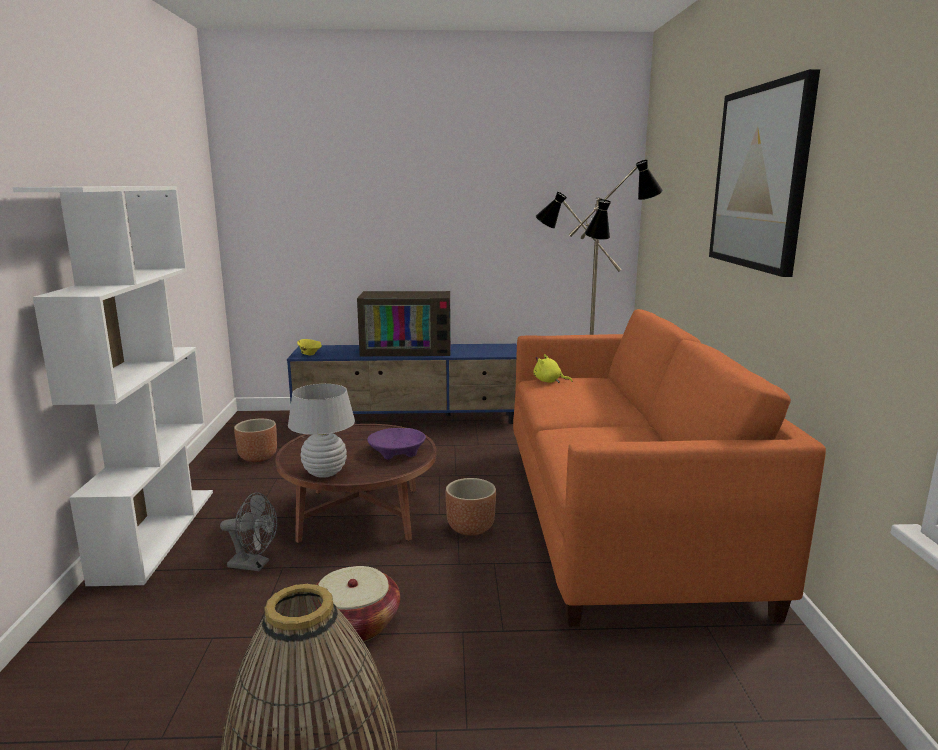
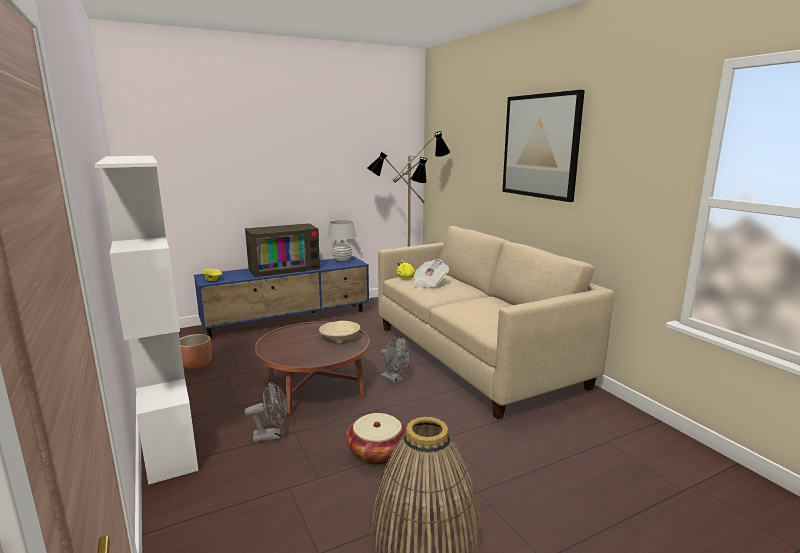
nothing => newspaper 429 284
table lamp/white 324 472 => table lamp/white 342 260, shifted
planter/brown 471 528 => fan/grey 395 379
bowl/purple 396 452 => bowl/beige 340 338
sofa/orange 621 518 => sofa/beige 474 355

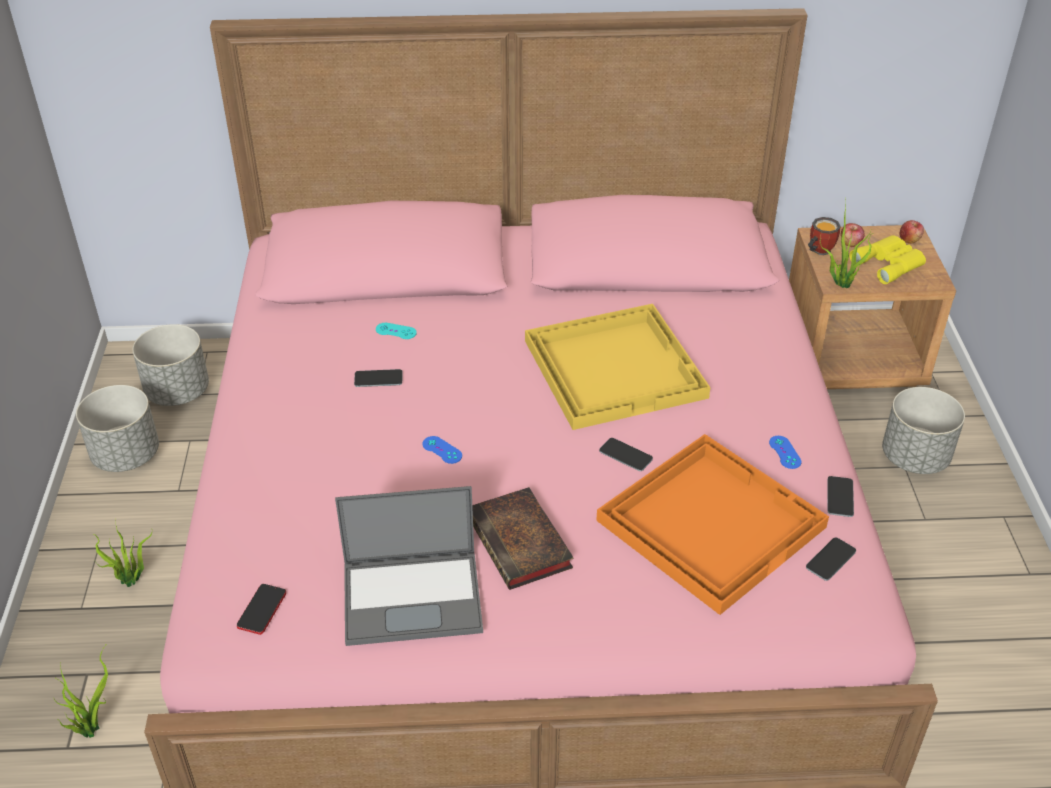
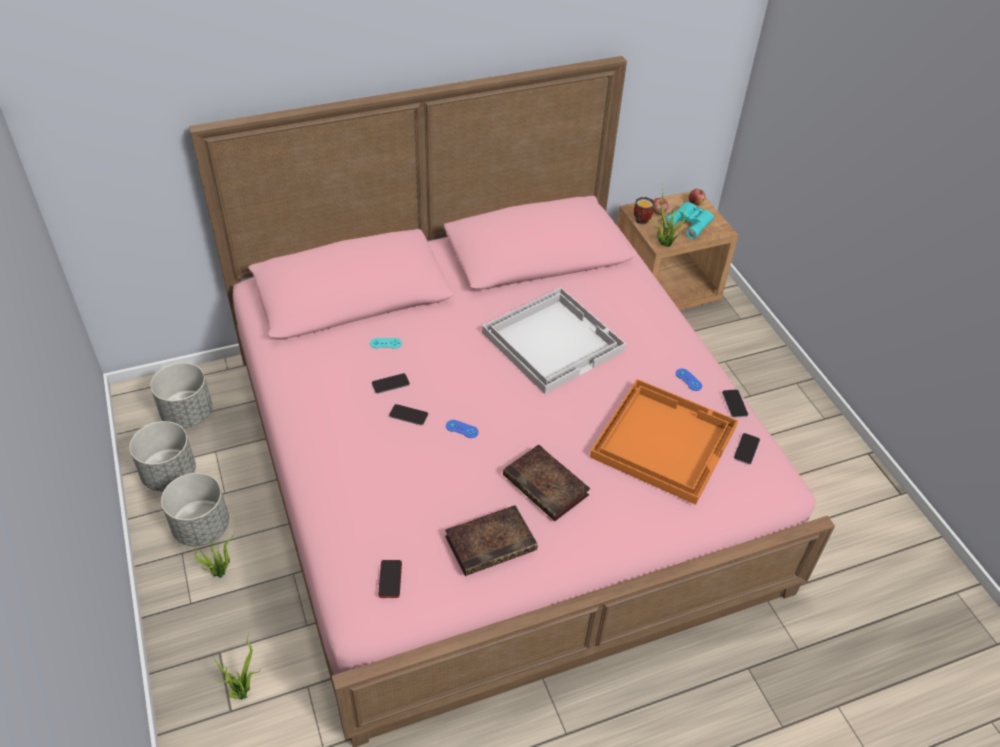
phone 625 455 => phone 408 415, shifted
planter/grey 915 457 => planter/grey 202 527, shifted
laptop 414 596 => book 492 542
tray/yellow 615 367 => tray/white 553 340
binoculars/yellow 890 263 => binoculars/turquoise 690 223

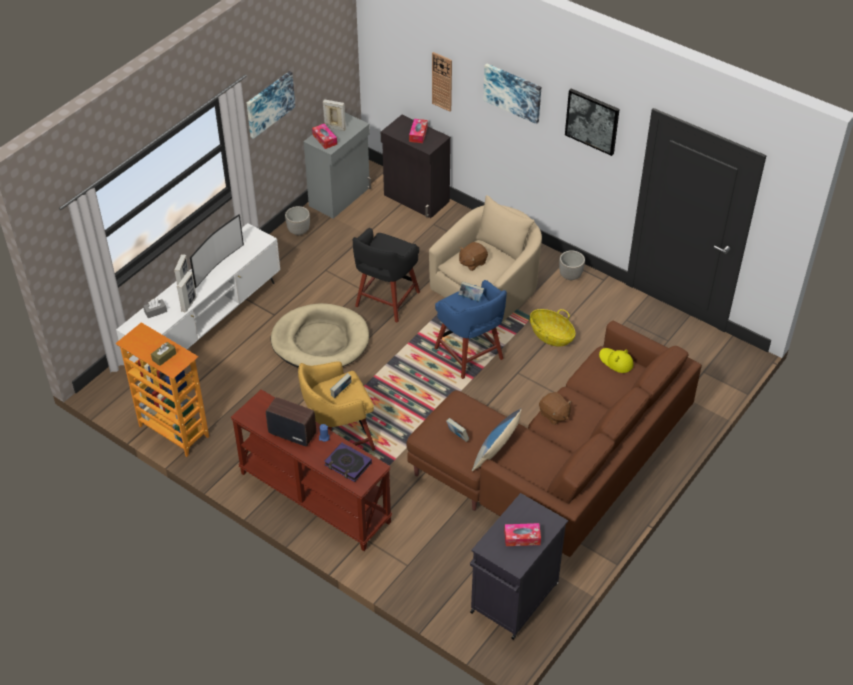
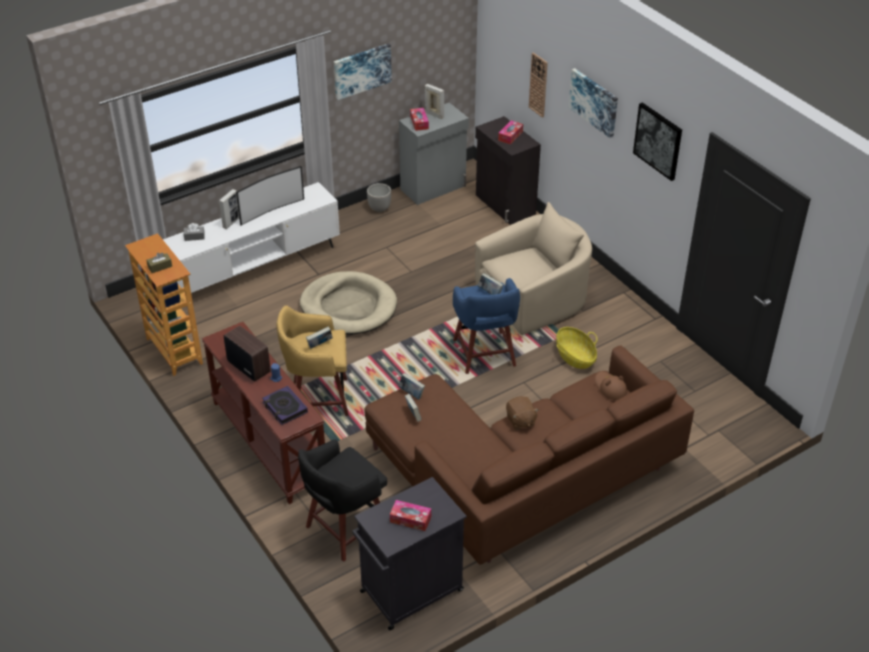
picture frame 189 304 => nothing
plush toy/brown 472 262 => nothing
pillow 496 450 => nothing
planter 570 276 => nothing
nothing => book 411 393
stool/black 386 300 => stool/black 345 529, shifted
hat/yellow 616 361 => hat/brown 610 387

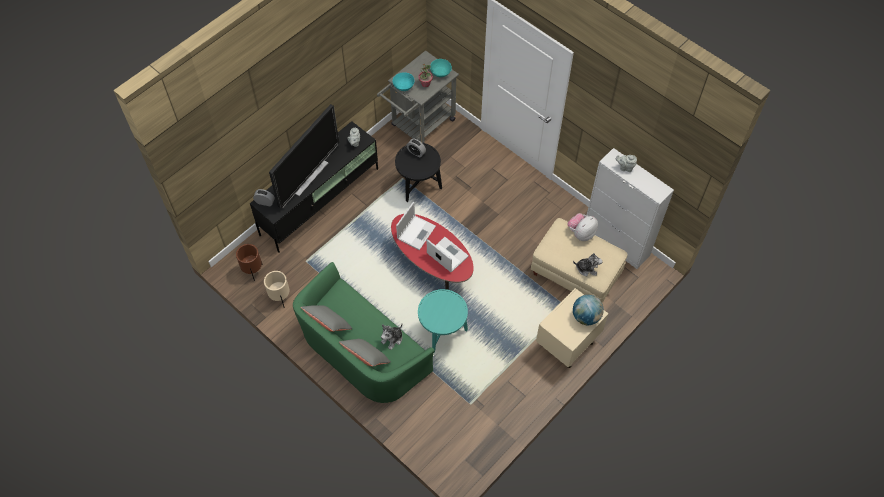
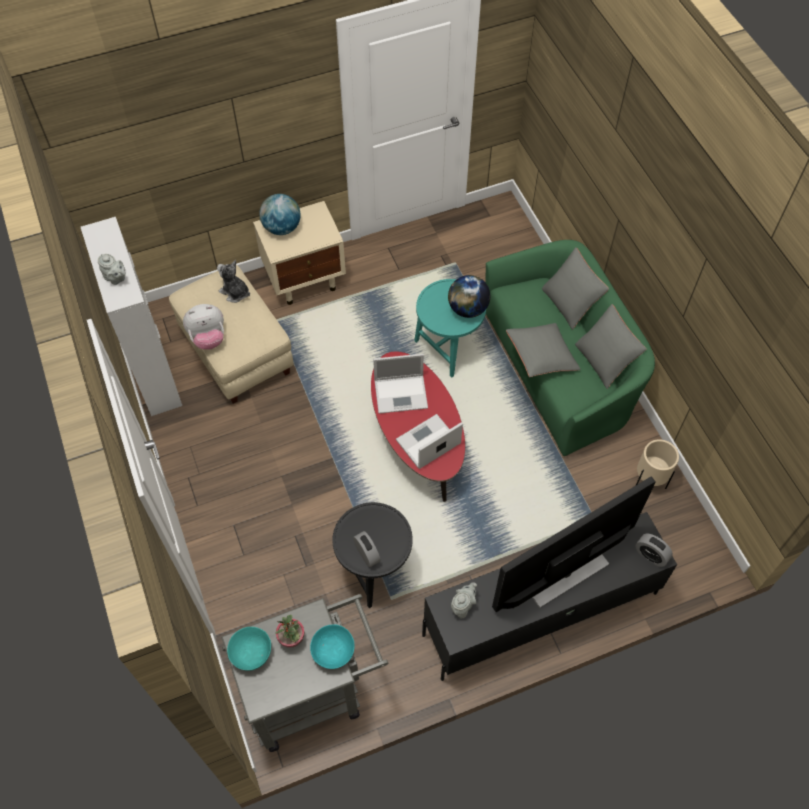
planter/brown 253 271 => nothing
plush toy 392 339 => nothing
nothing => globe 467 309
nothing => pillow/grey 541 356
laptop 446 254 => laptop 402 393, 75 degrees counterclockwise

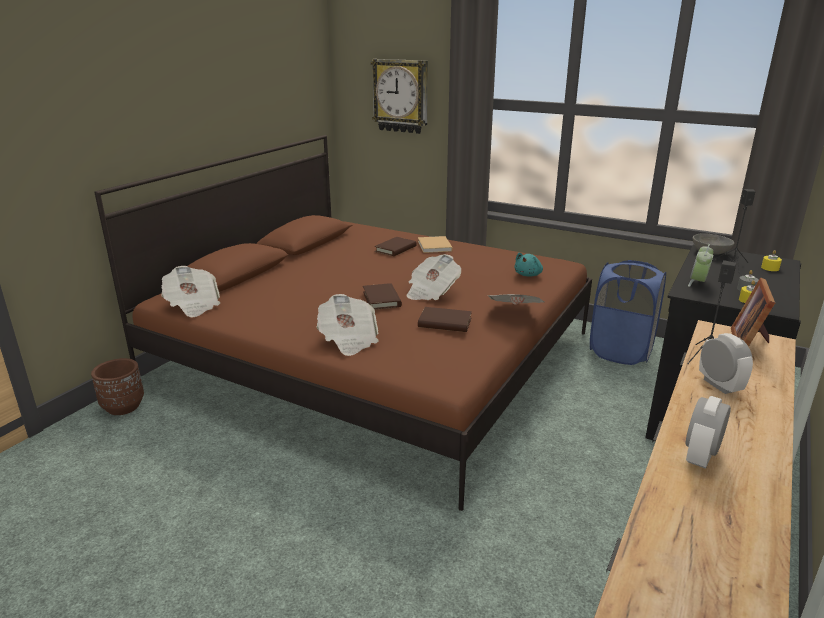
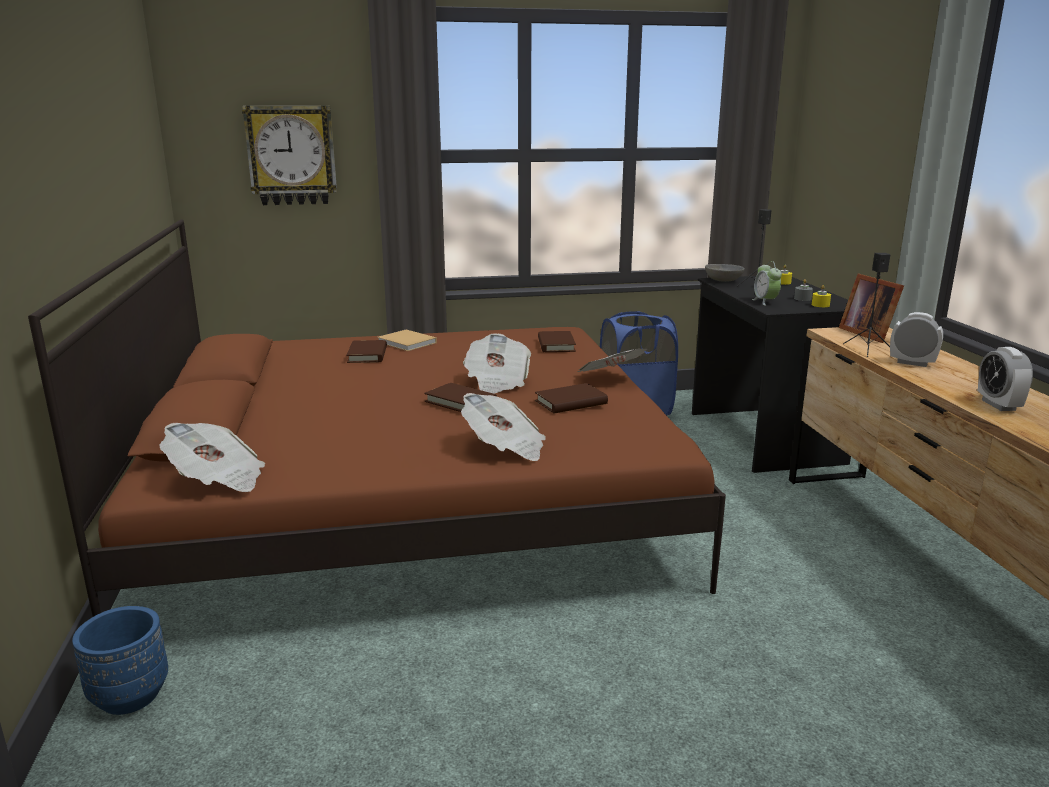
plush toy/turquoise 528 275 => book/brown 556 345
planter/brown 123 407 => planter/blue 130 696

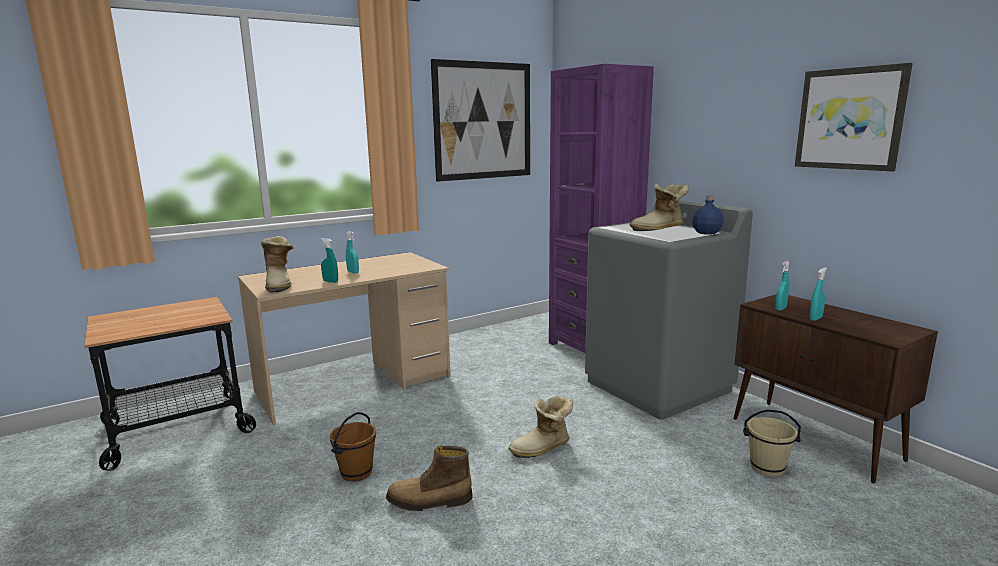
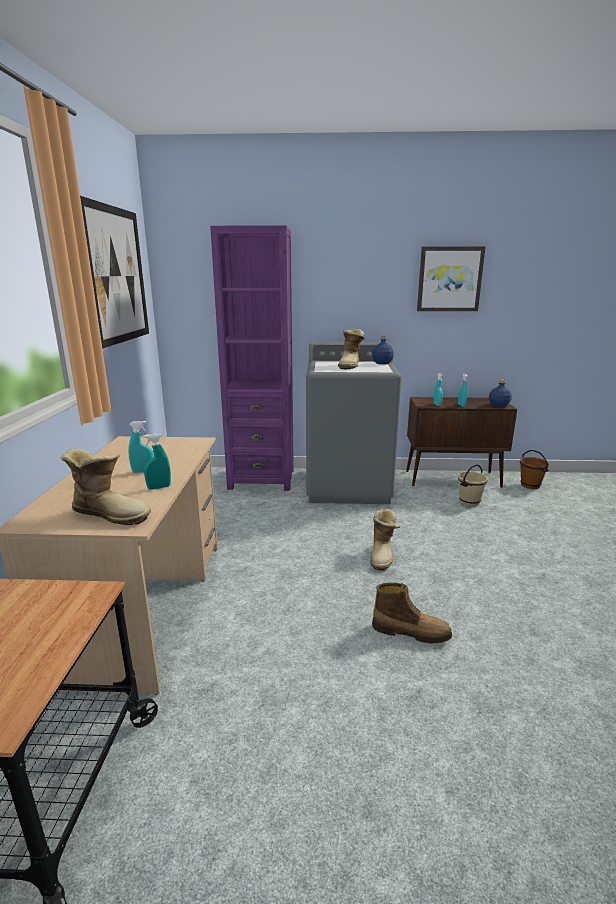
nothing => bottle/blue 498 405
bucket/brown 356 472 => bucket/brown 530 485, shifted
boot 429 502 => boot 411 631, 105 degrees counterclockwise

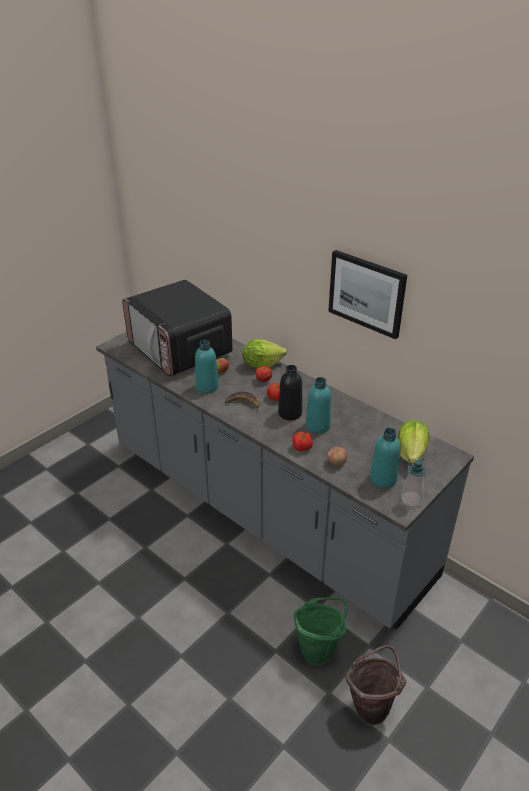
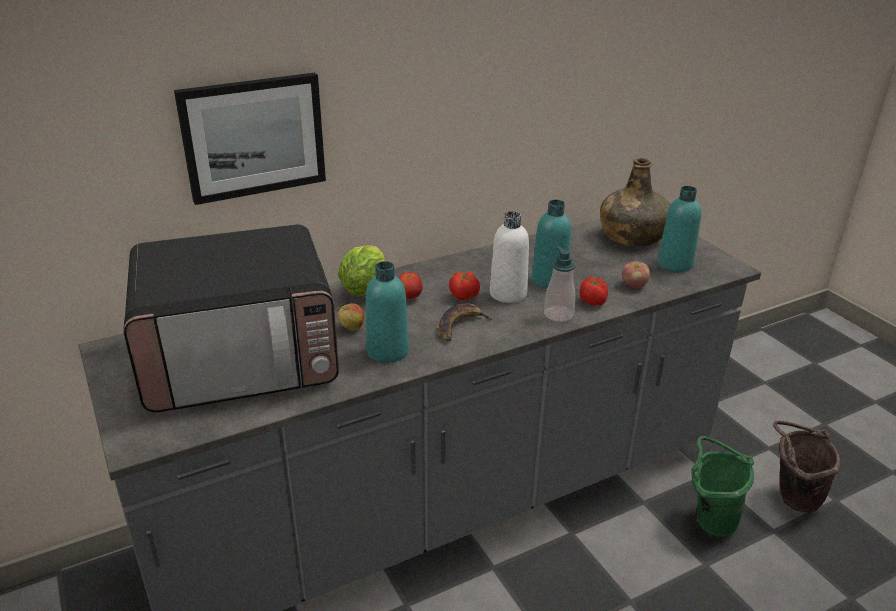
picture 367 293 => picture 253 137, shifted
soap dispenser 411 499 => soap dispenser 558 314, shifted
lettuce 411 453 => bottle/green 632 236
bottle/black 290 413 => bottle/white 508 294

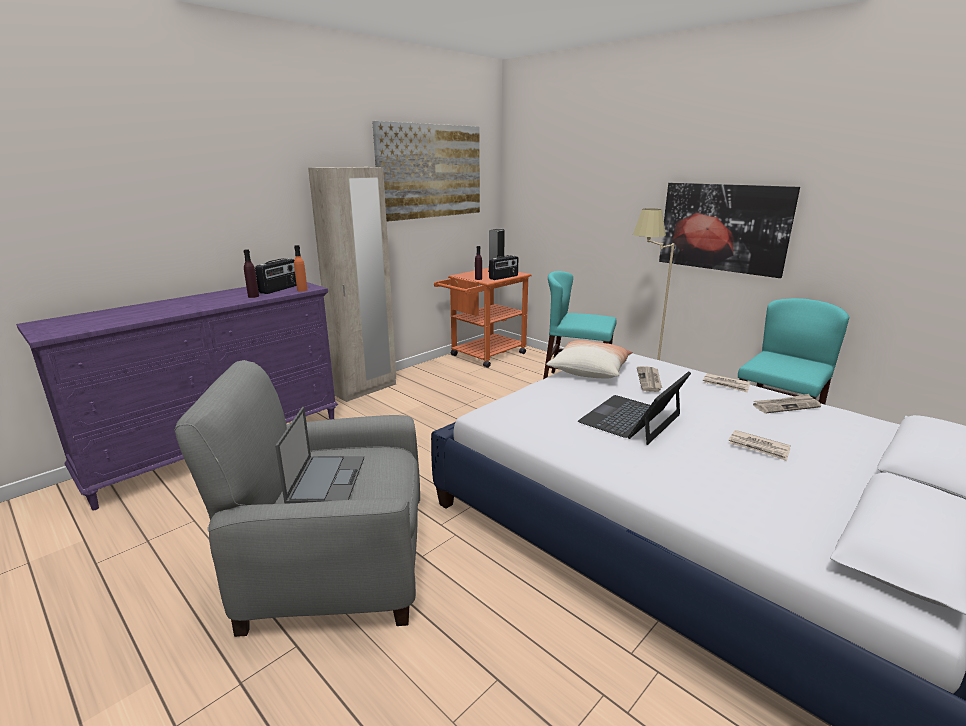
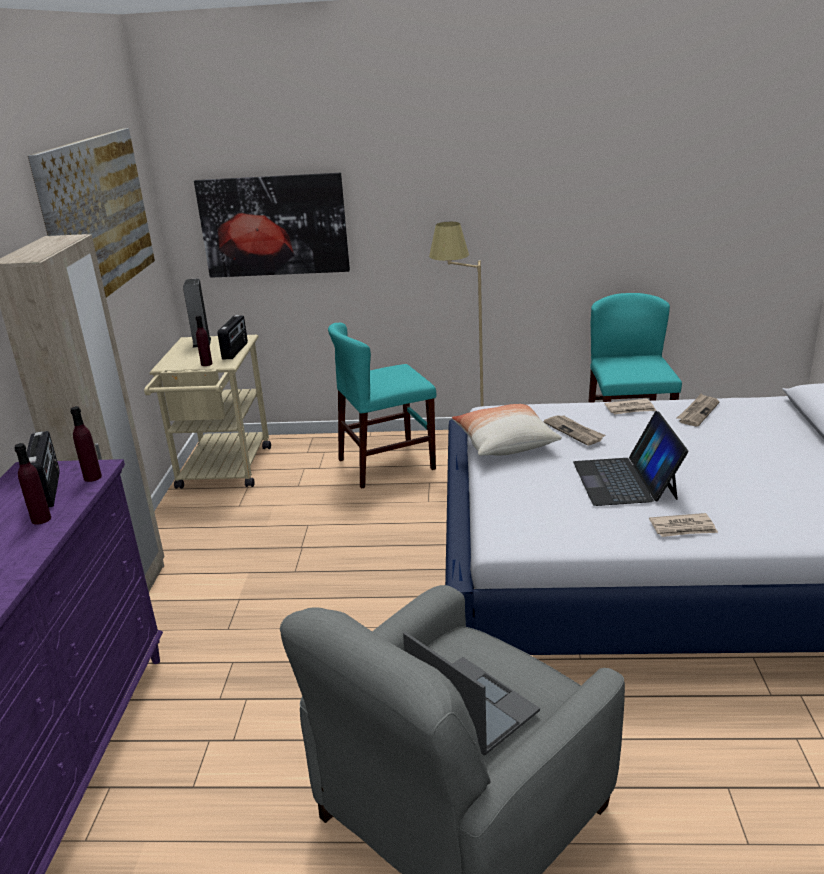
picture 723 227 => picture 274 225, shifted
newspaper 759 447 => newspaper 683 528, shifted
bottle/orange 302 290 => bottle/purple 92 477
cart/orange 483 356 => cart/beige 223 472

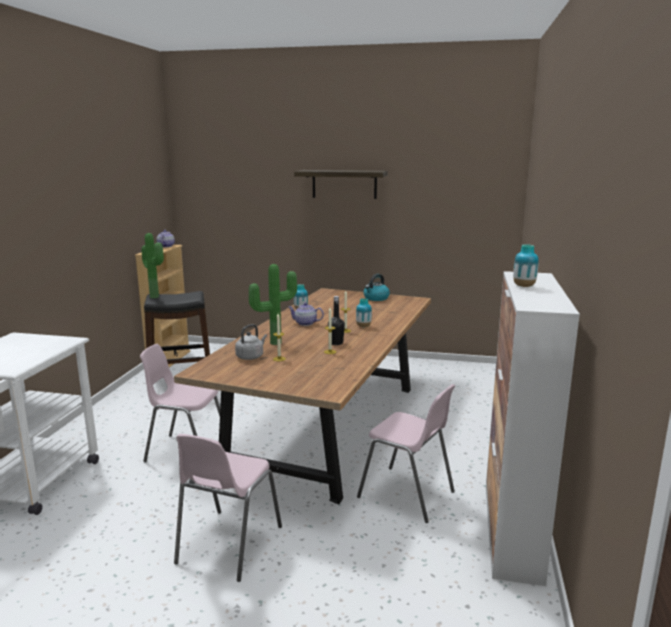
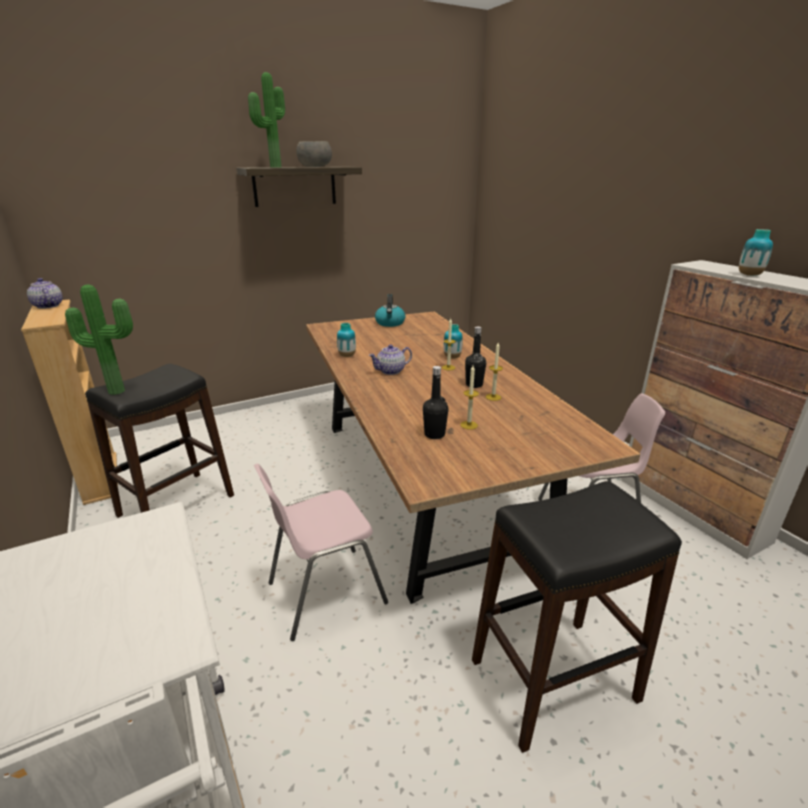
nothing => bowl/grey 314 166
potted plant 274 342 => potted plant 273 167, shifted
chair/pink 228 545 => stool/black 553 681
kettle/grey 251 356 => bottle/black 434 434

